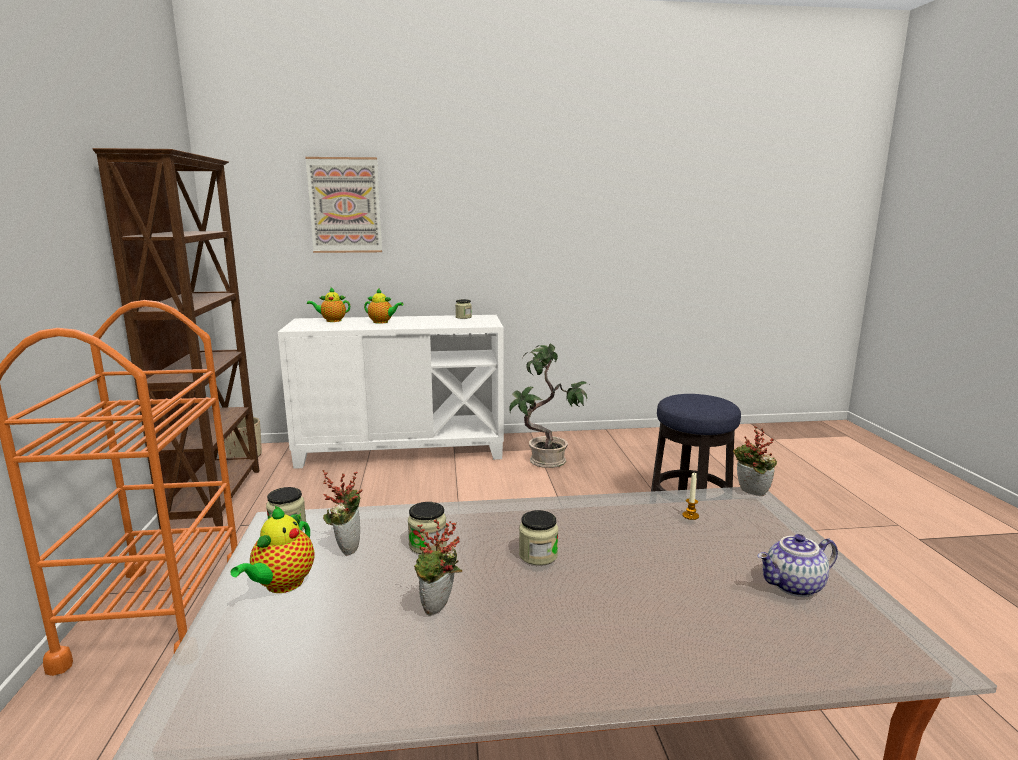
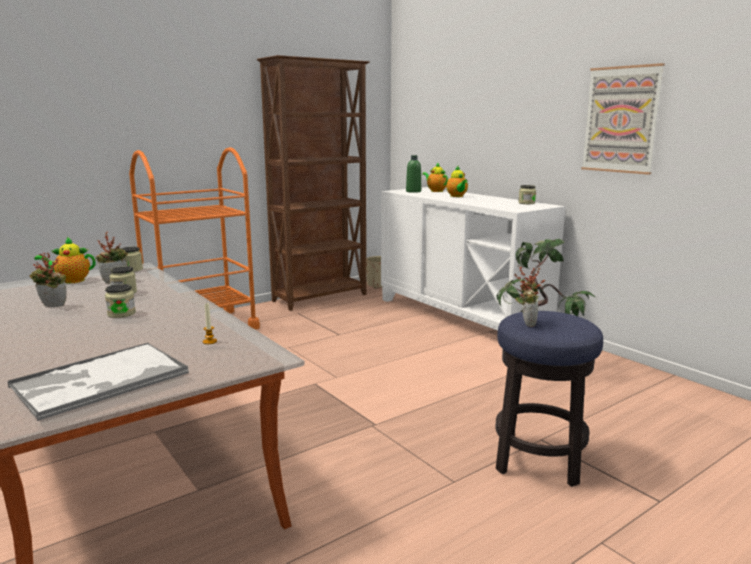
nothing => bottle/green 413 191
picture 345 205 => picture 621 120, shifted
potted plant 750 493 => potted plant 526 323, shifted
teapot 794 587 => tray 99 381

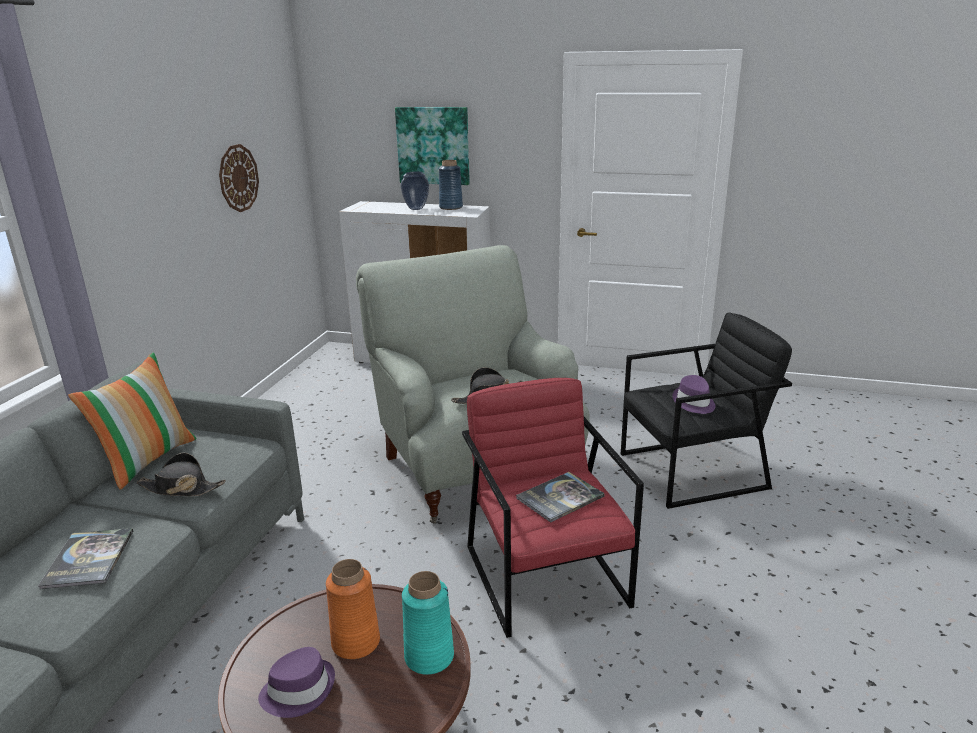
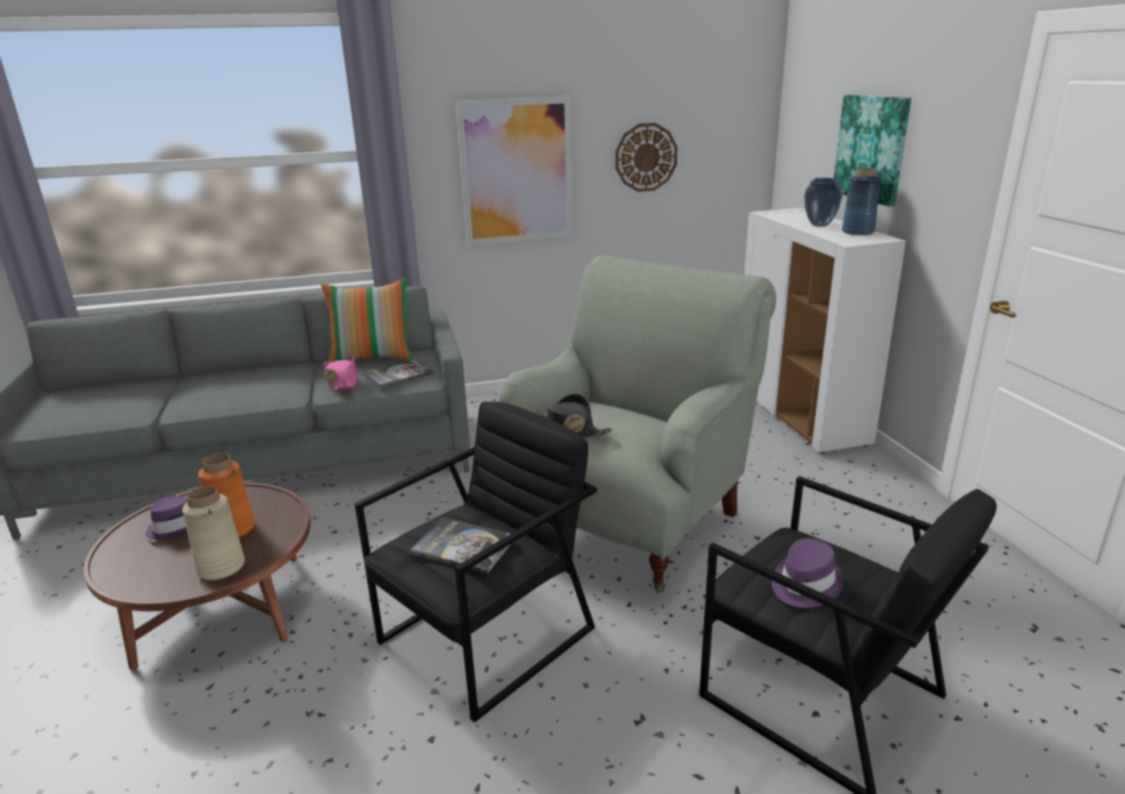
nothing => picture 516 172
book 89 559 => book 398 374, shifted
hat/black 181 488 => hat/pink 342 381
vase/turquoise 428 656 => vase/beige 221 567
armchair/red 546 575 => armchair/black 487 635

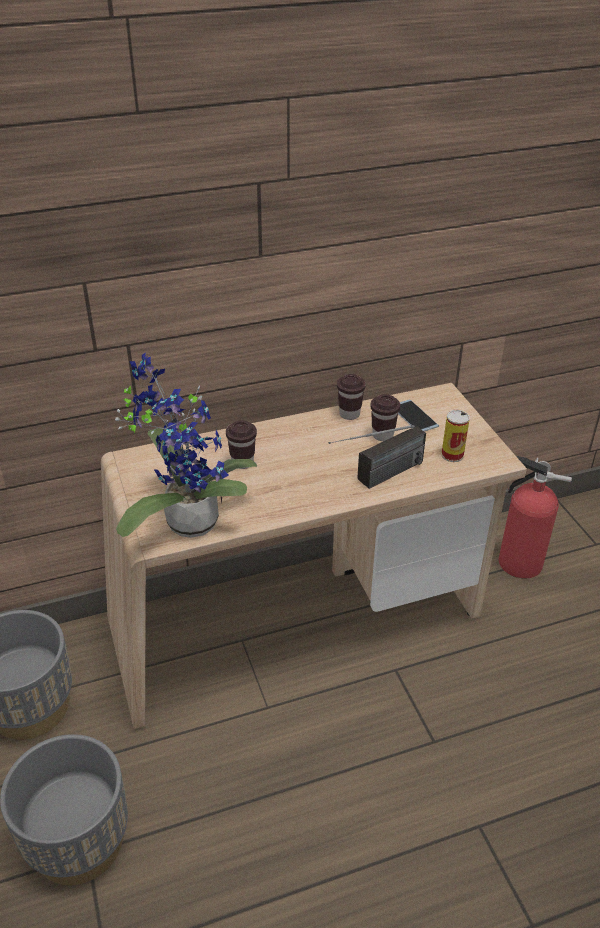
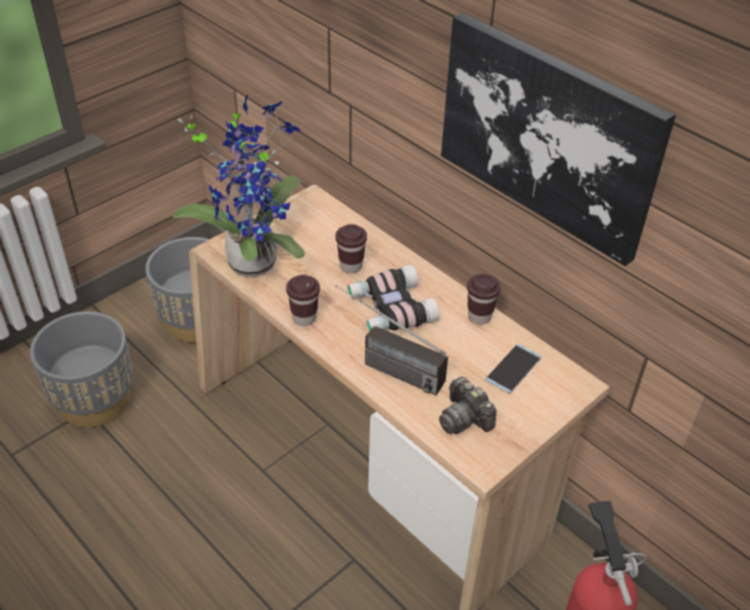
nothing => binoculars 390 309
nothing => picture 548 135
cup/brown 382 435 => cup/brown 304 318, shifted
can 452 455 => photo camera 464 418

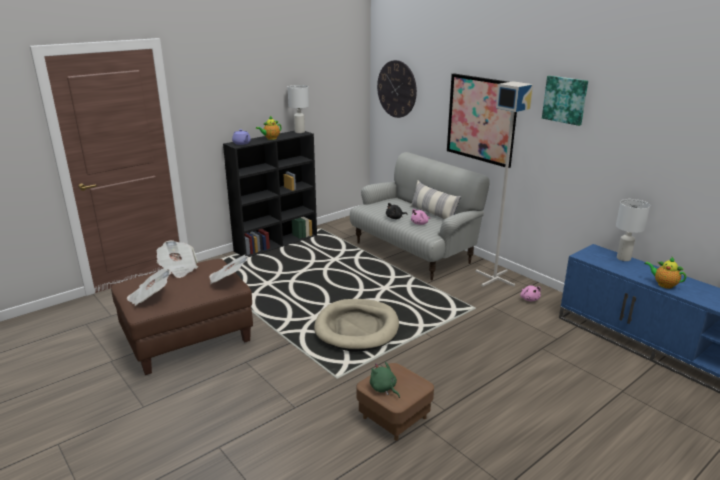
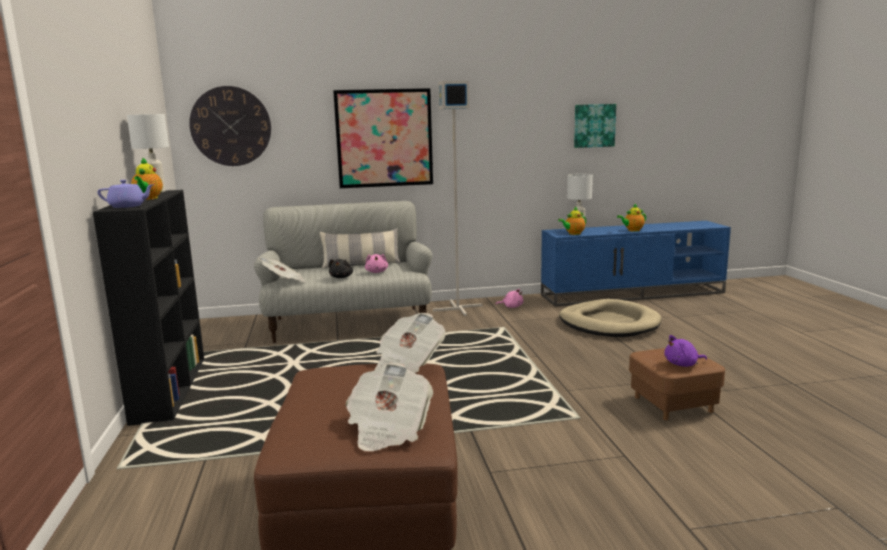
nothing => teapot 573 234
newspaper 178 268 => newspaper 283 281, shifted
dog bed/beige 357 328 => dog bed/beige 608 323, shifted
picture 565 100 => picture 594 125, shifted
plush toy/green 384 388 => plush toy/purple 683 364

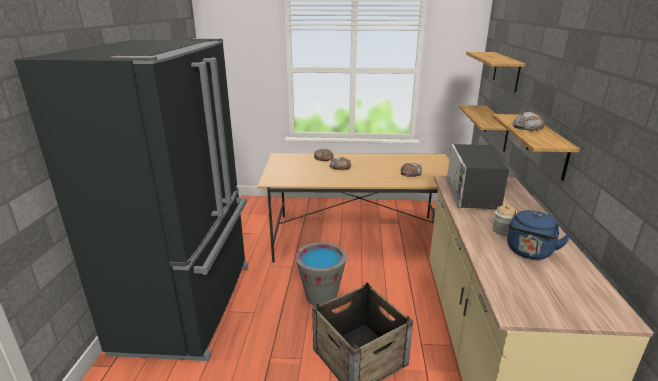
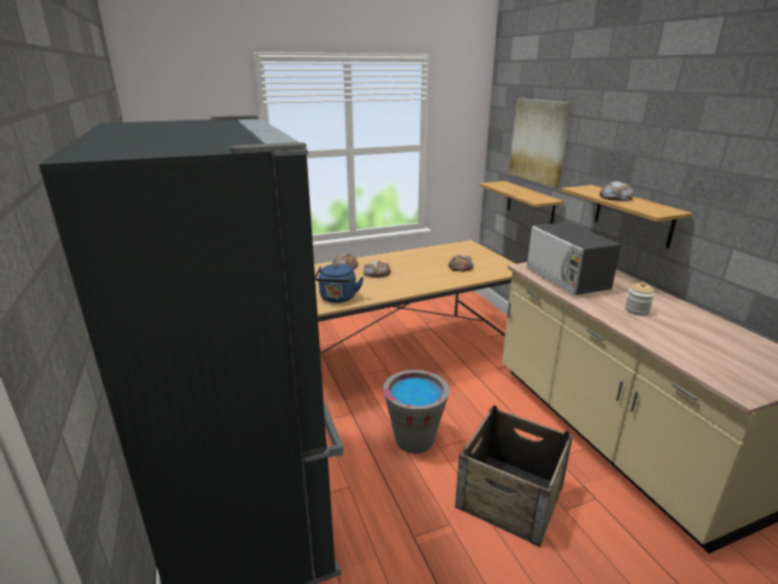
kettle/blue 529 252 => kettle/blue 338 298, shifted
shelf 506 71 => picture 539 141

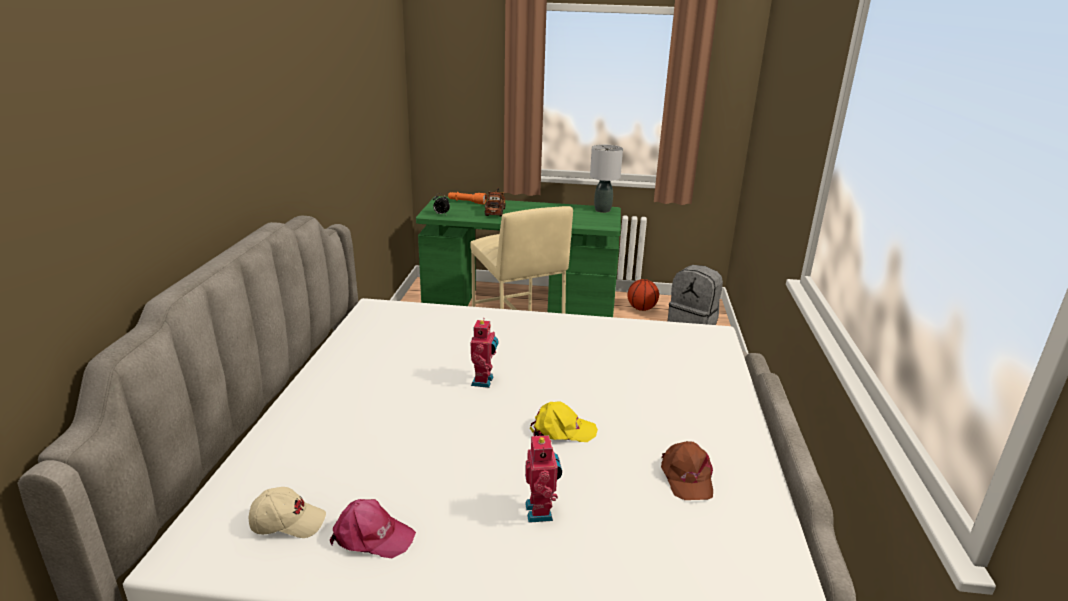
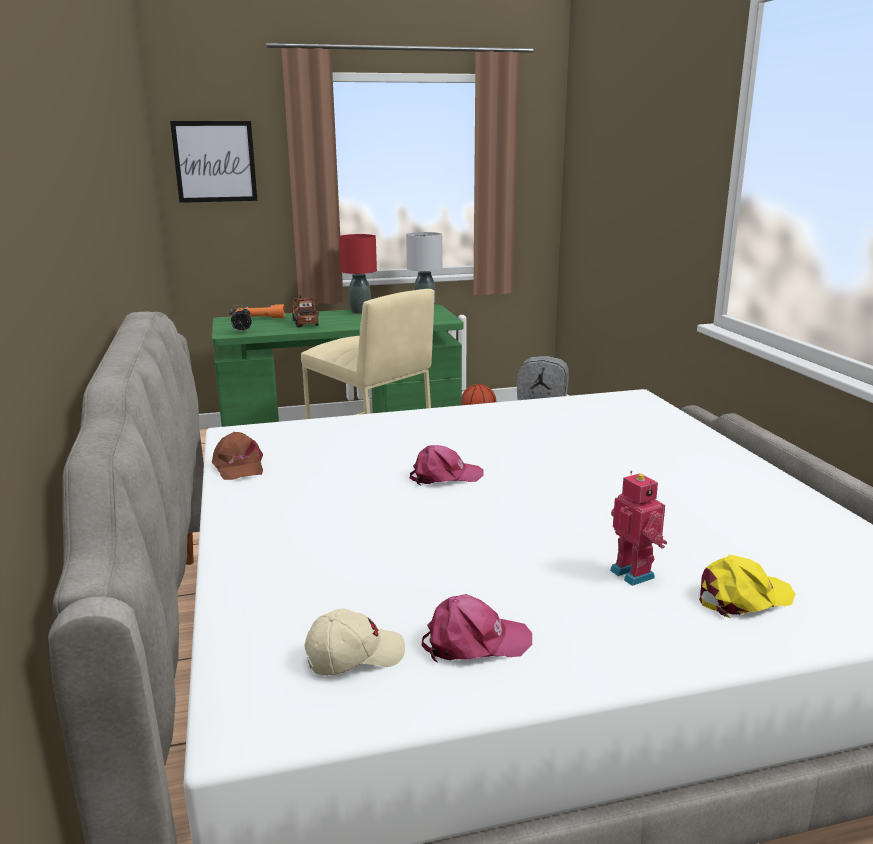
nothing => picture 215 161
nothing => table lamp/red 360 311
cap/yellow 562 430 => cap/yellow 743 598, shifted
cap/brown 686 477 => cap/brown 238 466, shifted
toy robot 484 381 => cap/pink 445 476

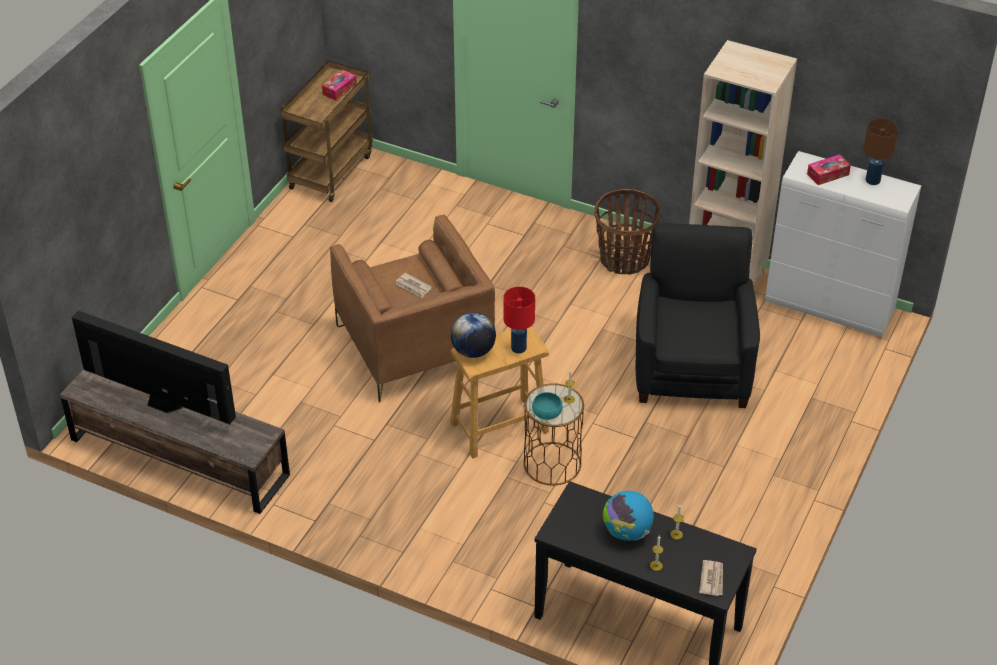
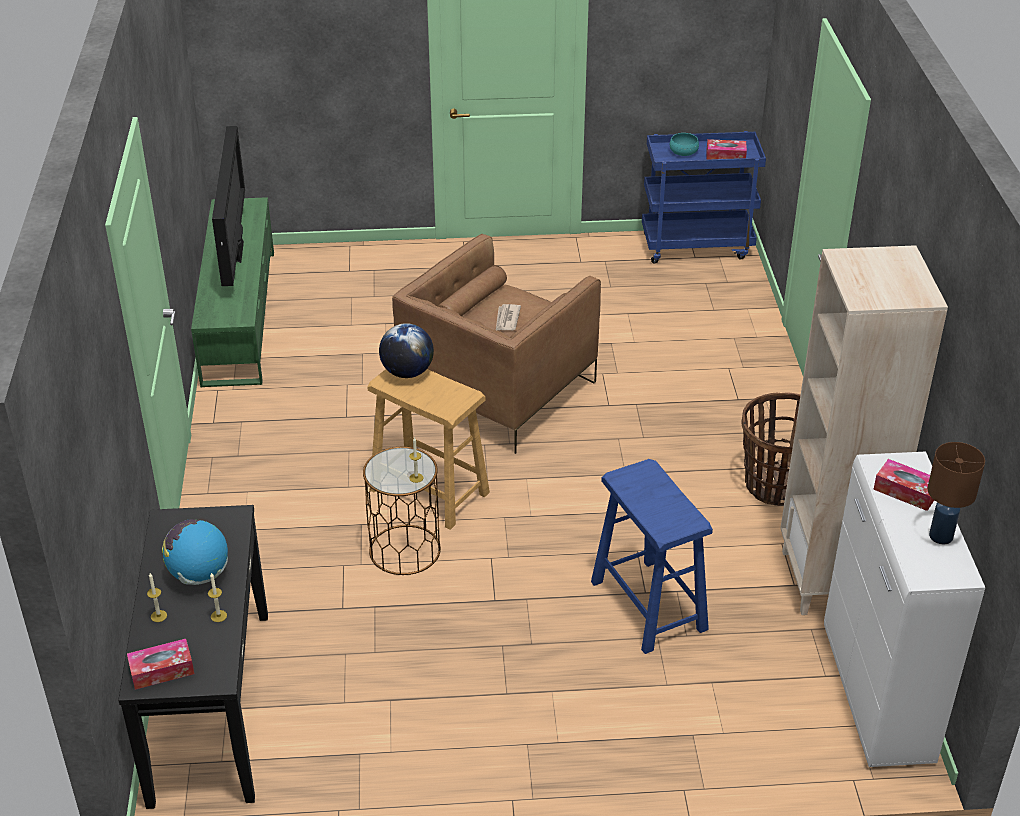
table lamp/red 518 348 => nothing
bowl/turquoise 547 412 => bowl/turquoise 683 152, shifted
armchair/black 692 368 => stool/blue 648 606
newspaper 712 579 => tissue box 162 670
tv stand/brown 178 456 => tv stand/green 240 315
cart/brown 331 171 => cart/blue 697 245

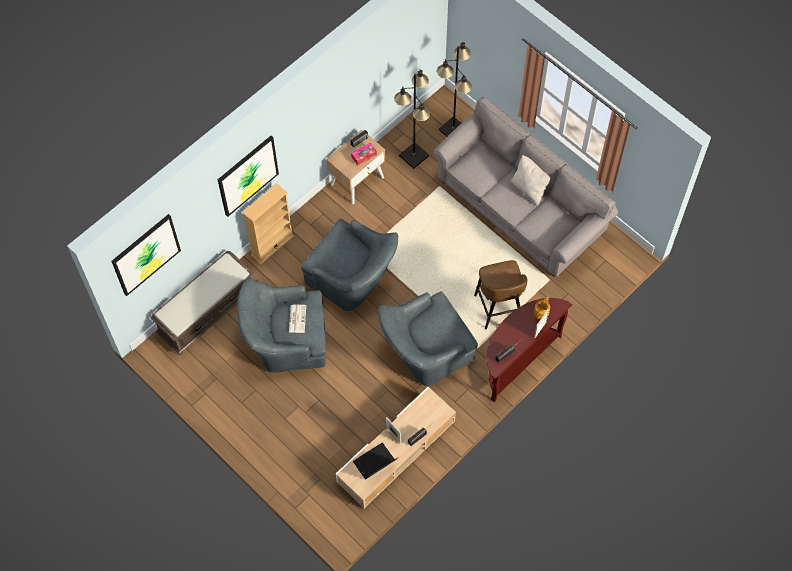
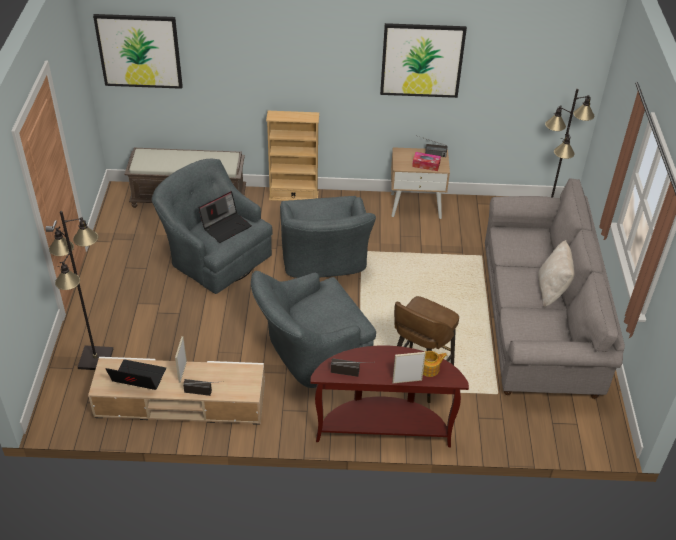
picture 247 175 => picture 422 60, shifted
floor lamp/black 414 156 => floor lamp/black 96 359, shifted
newspaper 297 318 => laptop 226 226
armchair/grey 424 351 => armchair/grey 310 352, 45 degrees counterclockwise

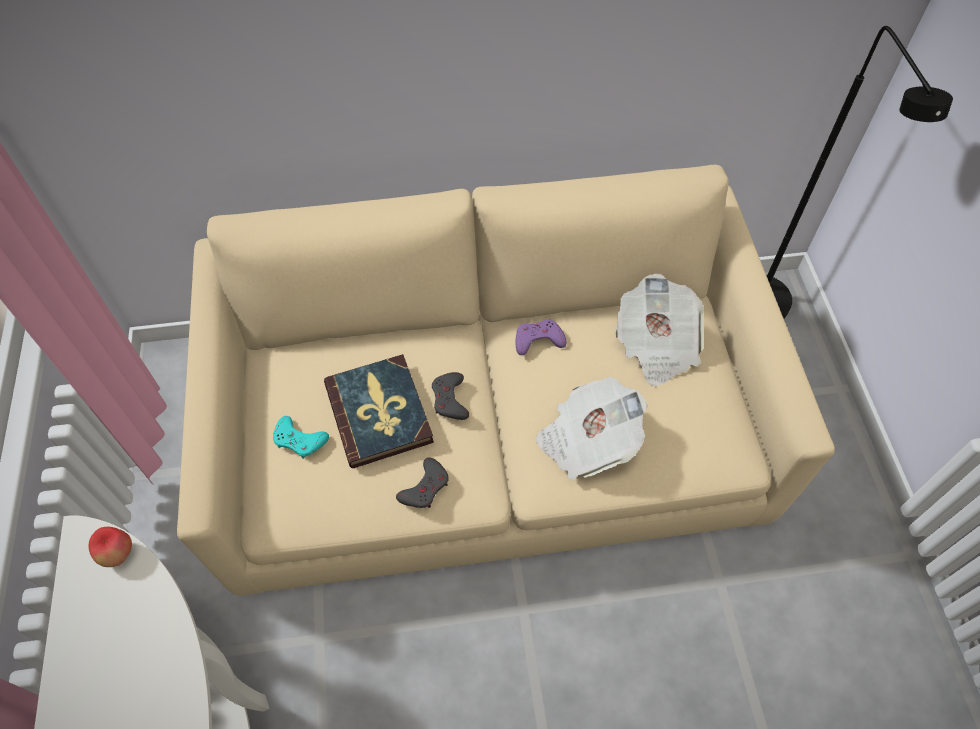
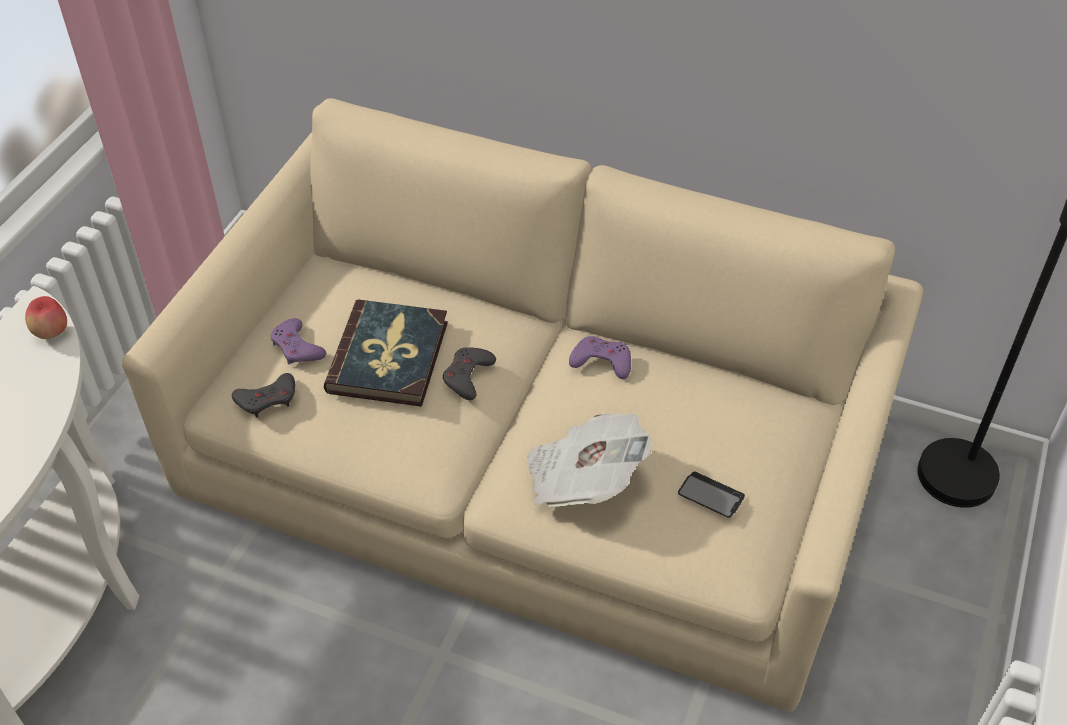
newspaper 656 345 => nothing
nothing => phone 711 496
game controller/grey 425 487 => game controller/grey 267 399, shifted
game controller/turquoise 299 440 => game controller/purple 297 347

